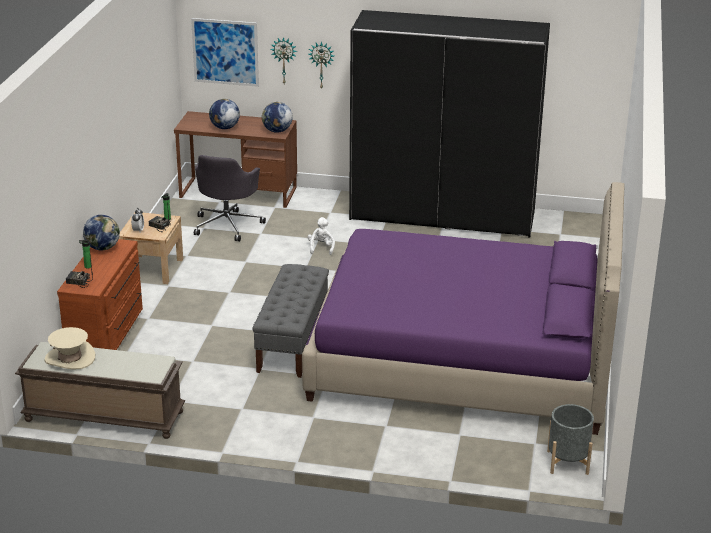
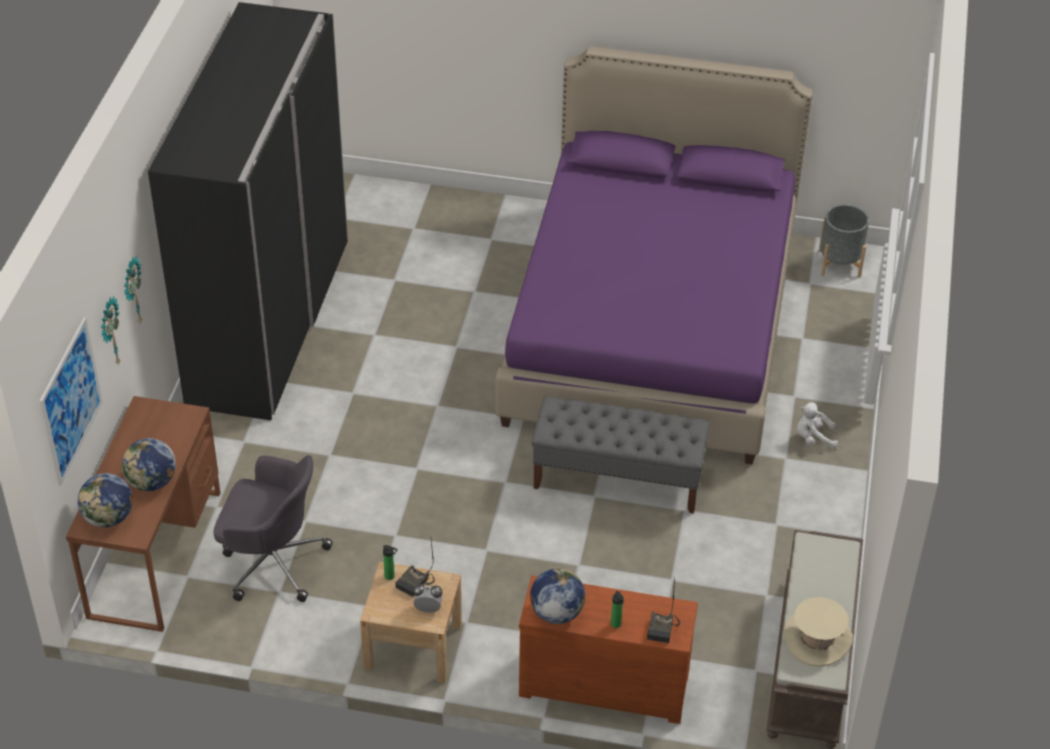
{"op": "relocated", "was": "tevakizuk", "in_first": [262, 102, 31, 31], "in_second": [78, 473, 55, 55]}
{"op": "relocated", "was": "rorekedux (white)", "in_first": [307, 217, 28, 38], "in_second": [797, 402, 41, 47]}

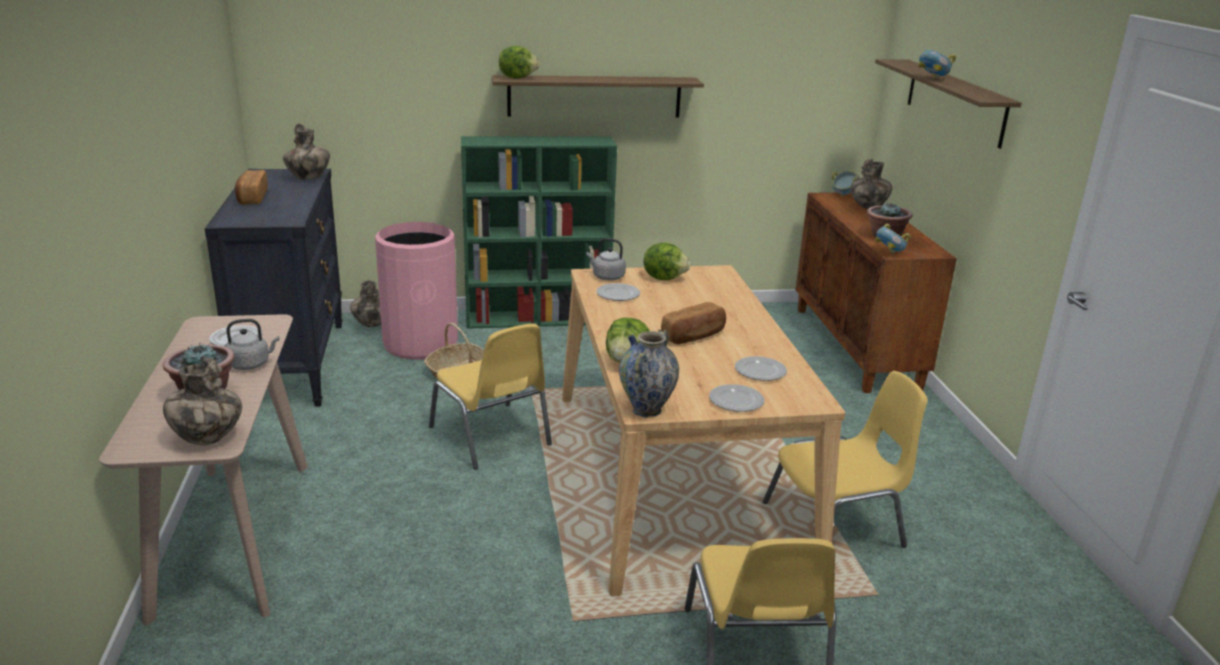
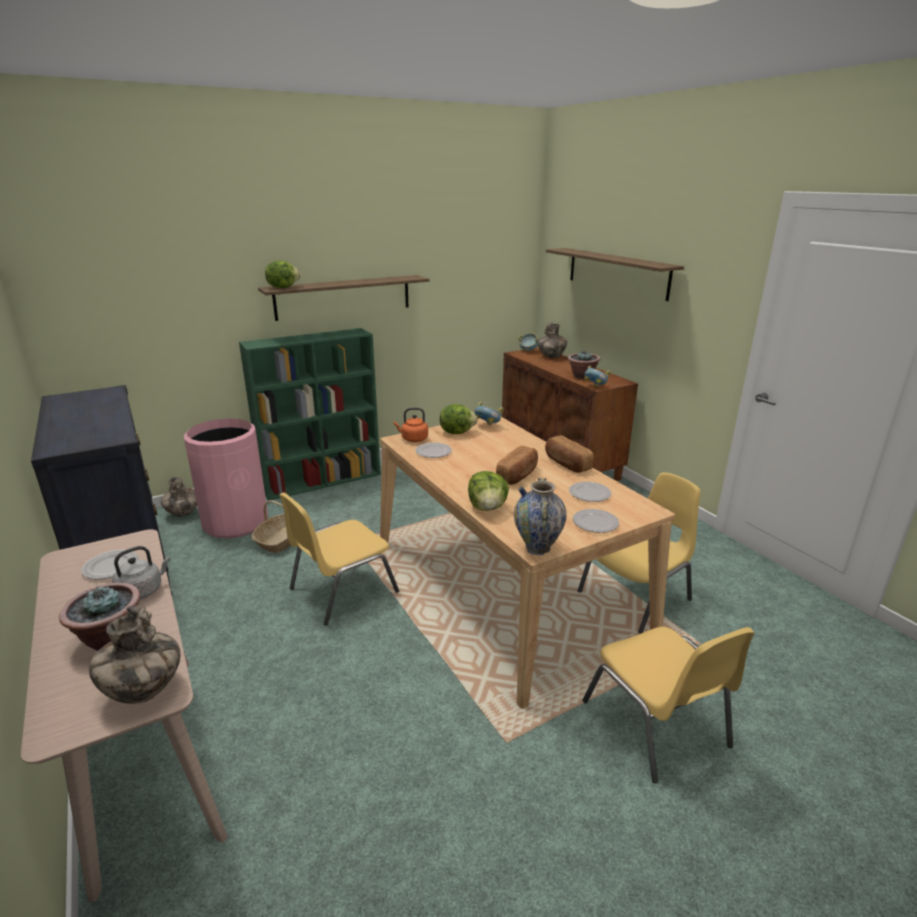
{"op": "spun", "was": "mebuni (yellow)", "in_first": [429, 324, 123, 145], "in_second": [279, 492, 120, 133], "clockwise": 105}
{"op": "colour", "was": "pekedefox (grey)", "now": "pekedefox (orange)", "in_first": [586, 238, 40, 42], "in_second": [394, 408, 34, 34]}
{"op": "relocated", "was": "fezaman", "in_first": [918, 49, 38, 30], "in_second": [475, 402, 28, 23]}
{"op": "relocated", "was": "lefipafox", "in_first": [235, 170, 33, 35], "in_second": [545, 435, 49, 38]}
{"op": "missing", "was": "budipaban", "in_first": [283, 123, 47, 57]}

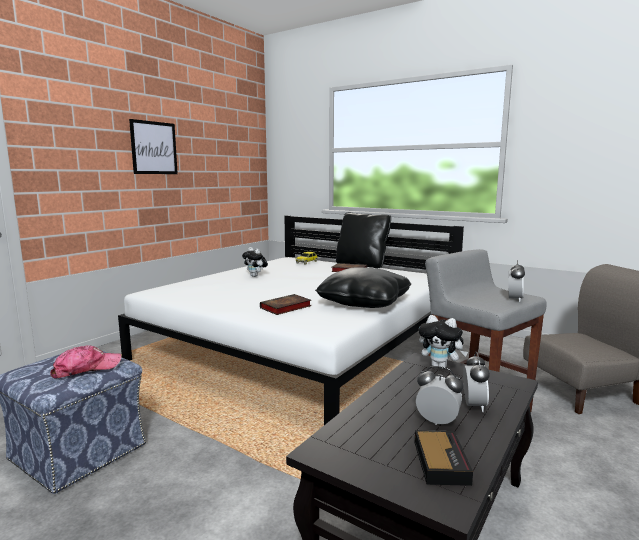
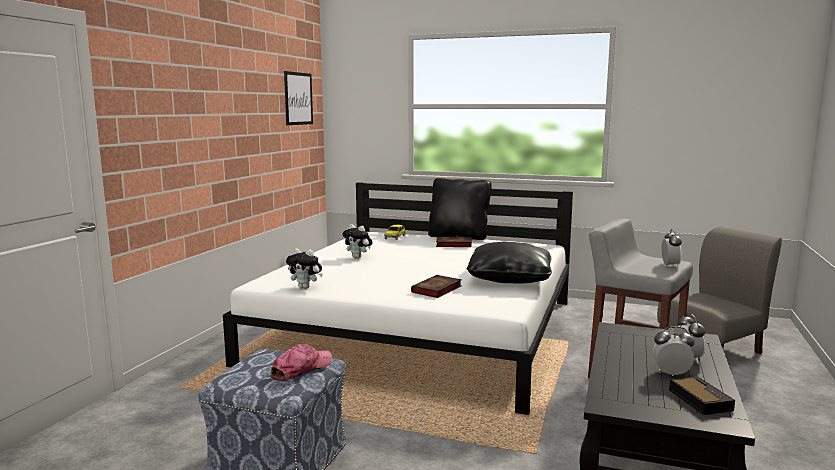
{"op": "relocated", "was": "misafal", "in_first": [129, 119, 49, 55], "in_second": [284, 71, 29, 54]}
{"op": "relocated", "was": "rorekedux", "in_first": [419, 315, 49, 54], "in_second": [286, 248, 37, 41]}

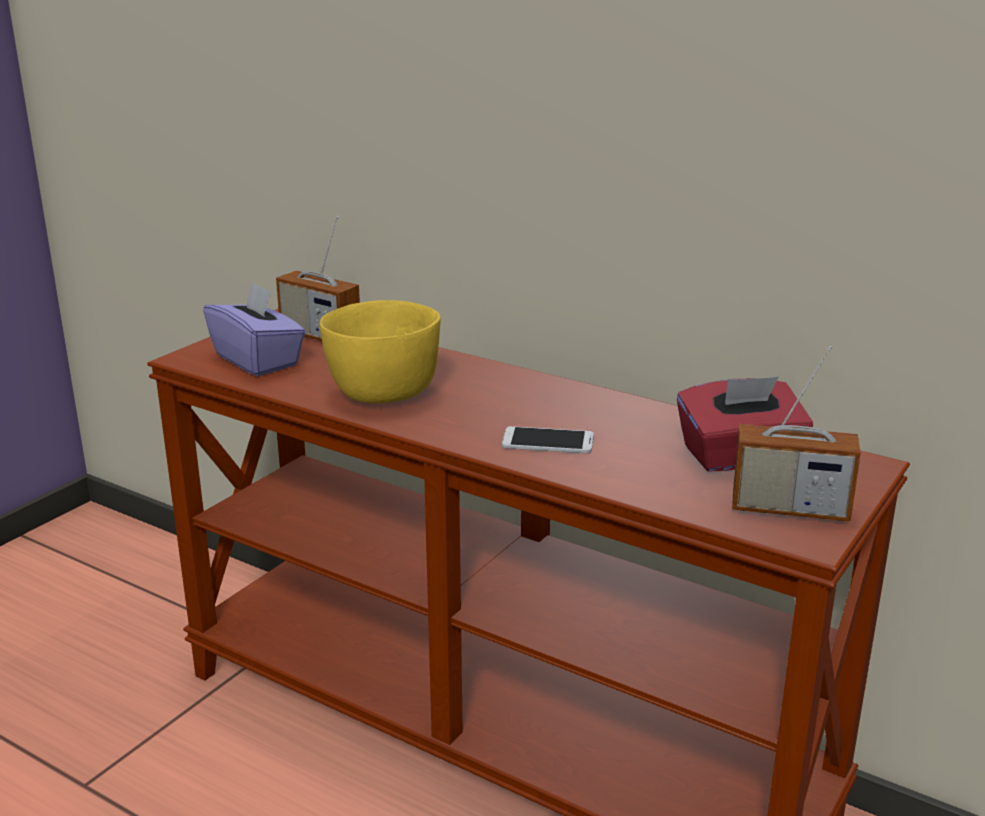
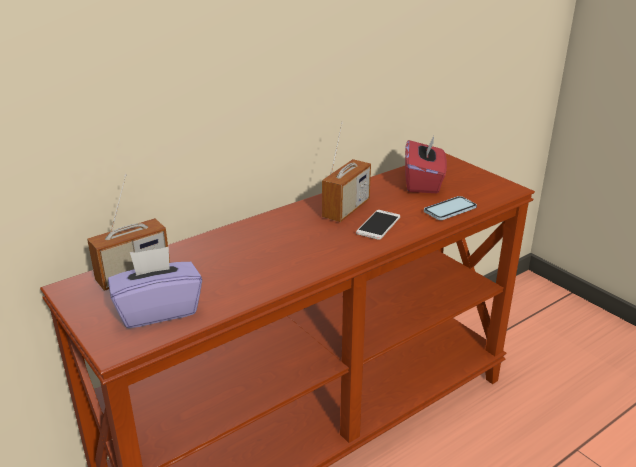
{"op": "relocated", "was": "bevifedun", "in_first": [732, 346, 129, 175], "in_second": [322, 122, 49, 100]}
{"op": "appeared", "now": "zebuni", "in_second": [424, 196, 53, 24]}
{"op": "missing", "was": "fezaman (yellow)", "in_first": [320, 300, 121, 103]}

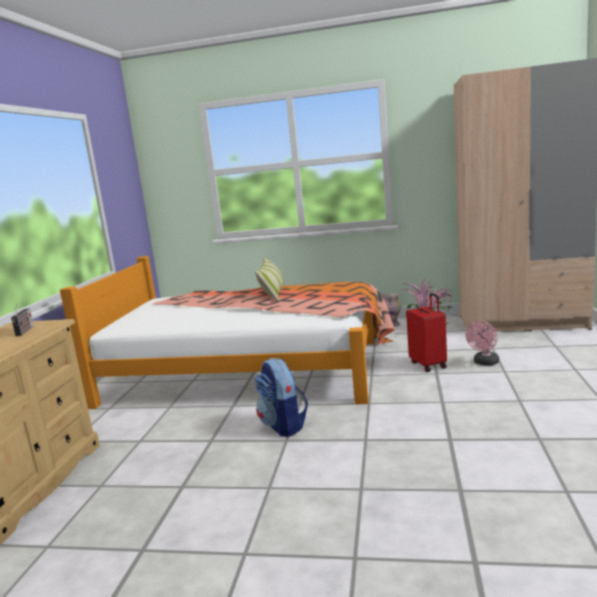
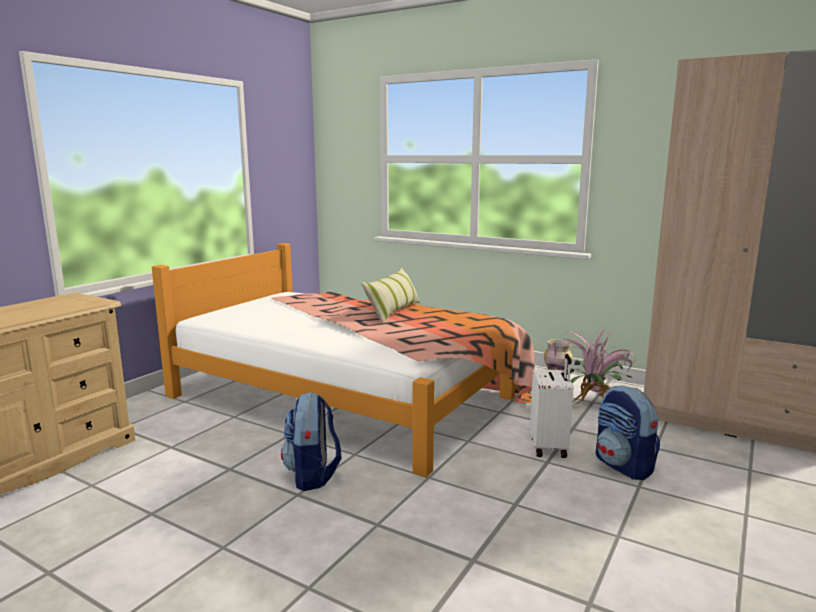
{"op": "colour", "was": "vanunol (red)", "now": "vanunol (white)", "in_first": [406, 293, 41, 79], "in_second": [530, 354, 43, 104]}
{"op": "exchanged", "was": "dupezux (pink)", "now": "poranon", "in_first": [465, 321, 34, 45], "in_second": [596, 385, 64, 95]}
{"op": "missing", "was": "bevifedun", "in_first": [11, 304, 23, 32]}

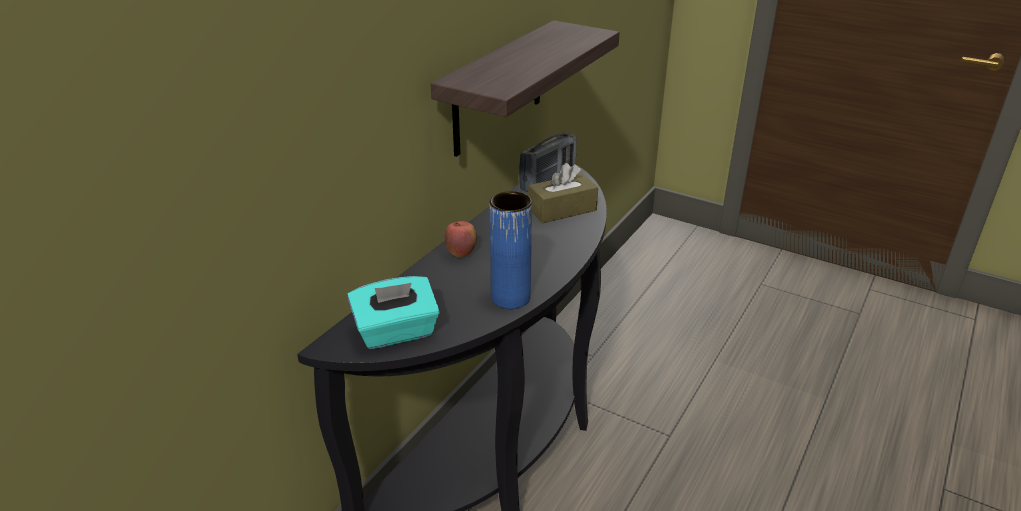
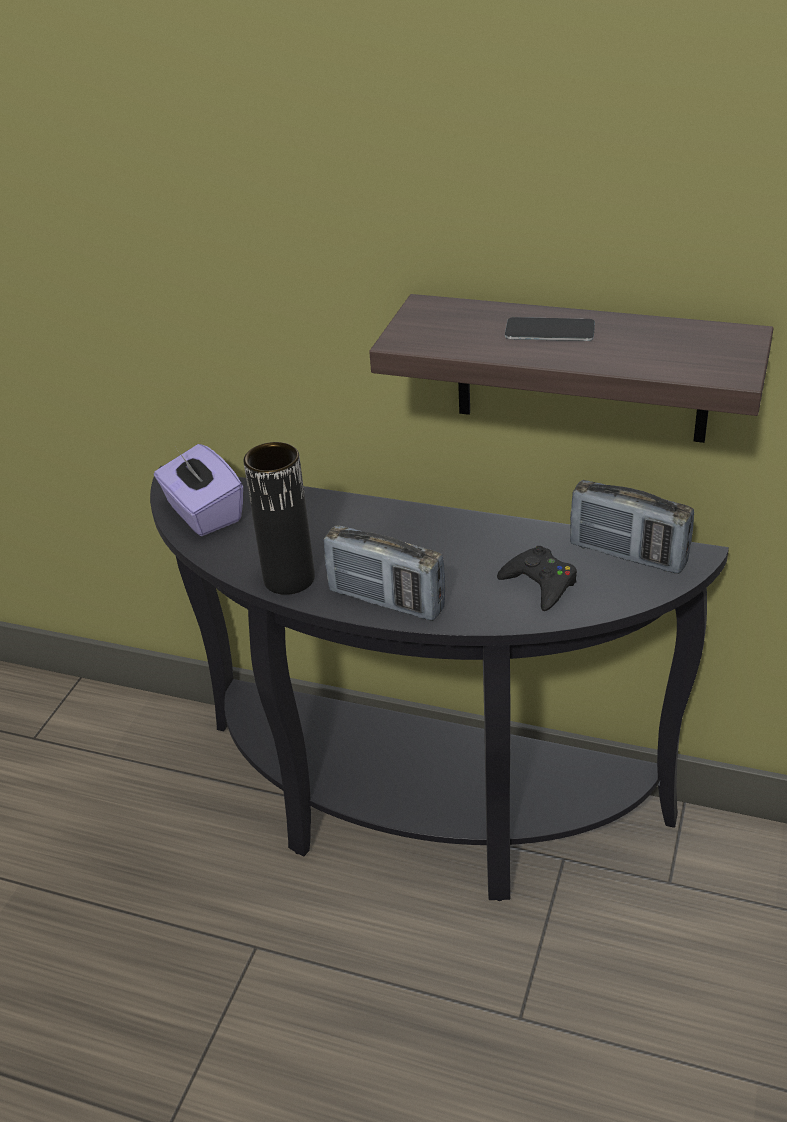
{"op": "colour", "was": "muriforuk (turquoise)", "now": "muriforuk (purple)", "in_first": [347, 276, 93, 73], "in_second": [154, 444, 89, 92]}
{"op": "colour", "was": "budipaban (blue)", "now": "budipaban (black)", "in_first": [490, 191, 42, 118], "in_second": [243, 442, 72, 153]}
{"op": "appeared", "now": "bevifedun", "in_second": [324, 525, 121, 96]}
{"op": "exchanged", "was": "muriforuk (brown)", "now": "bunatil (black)", "in_first": [528, 163, 70, 60], "in_second": [497, 546, 80, 65]}
{"op": "appeared", "now": "zebuni", "in_second": [505, 317, 90, 24]}
{"op": "missing", "was": "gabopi", "in_first": [444, 221, 33, 36]}

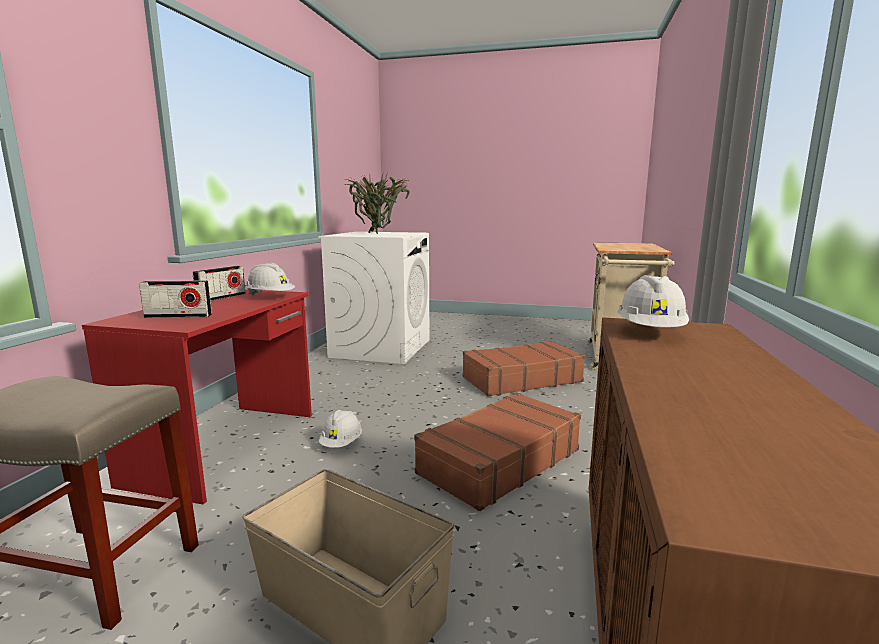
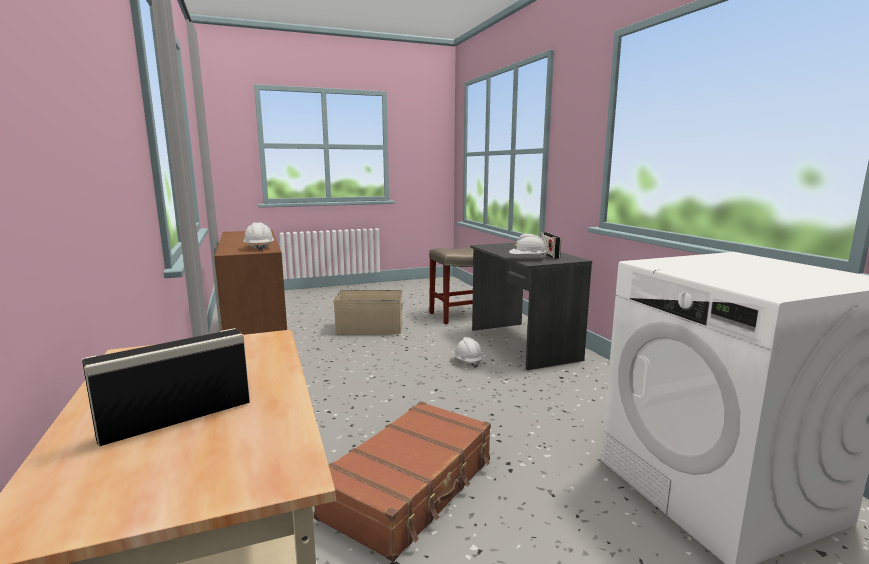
{"op": "relocated", "was": "bevifedun", "in_first": [139, 280, 73, 38], "in_second": [82, 328, 168, 118]}
{"op": "colour", "was": "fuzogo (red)", "now": "fuzogo (grey)", "in_first": [82, 289, 230, 215], "in_second": [470, 242, 122, 128]}
{"op": "missing", "was": "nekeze", "in_first": [345, 171, 65, 63]}
{"op": "missing", "was": "vanunol (brown)", "in_first": [414, 392, 167, 119]}

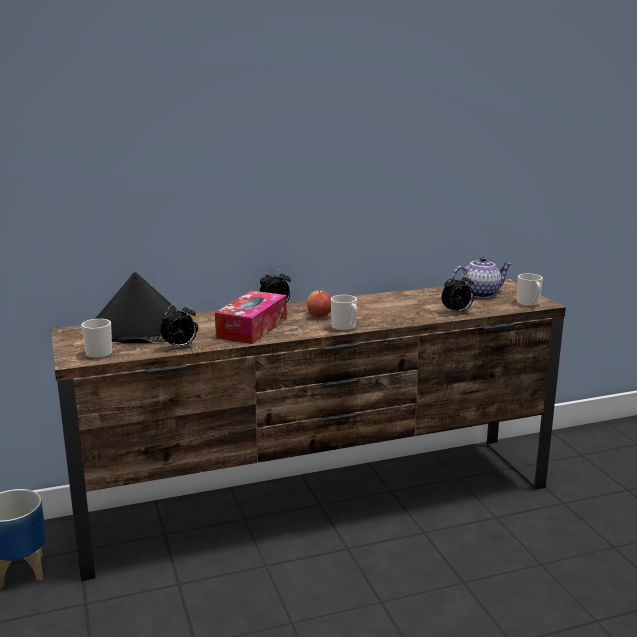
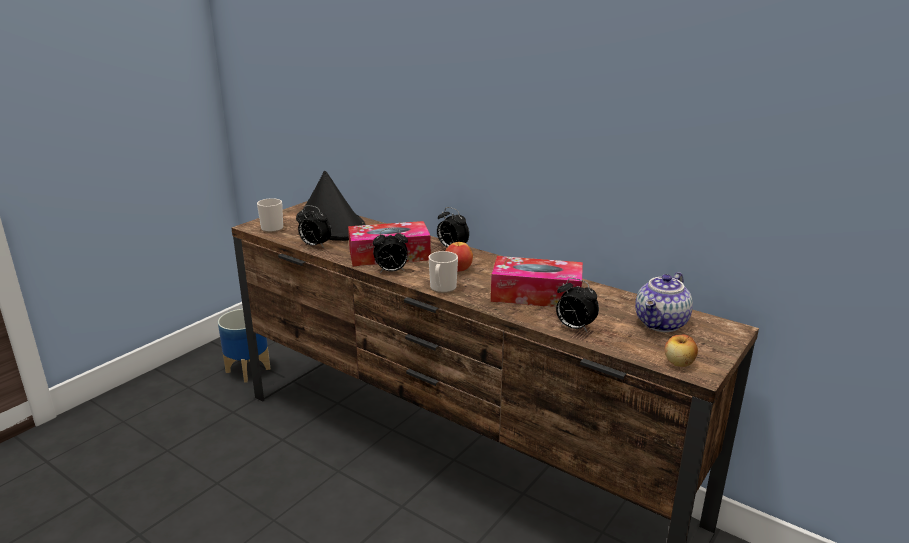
{"op": "appeared", "now": "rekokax", "in_second": [373, 228, 35, 45]}
{"op": "appeared", "now": "muriforuk", "in_second": [491, 256, 92, 51]}
{"op": "spun", "was": "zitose", "in_first": [452, 256, 60, 42], "in_second": [635, 272, 58, 60], "clockwise": 90}
{"op": "exchanged", "was": "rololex", "now": "gabopi", "in_first": [517, 274, 26, 33], "in_second": [665, 335, 33, 32]}

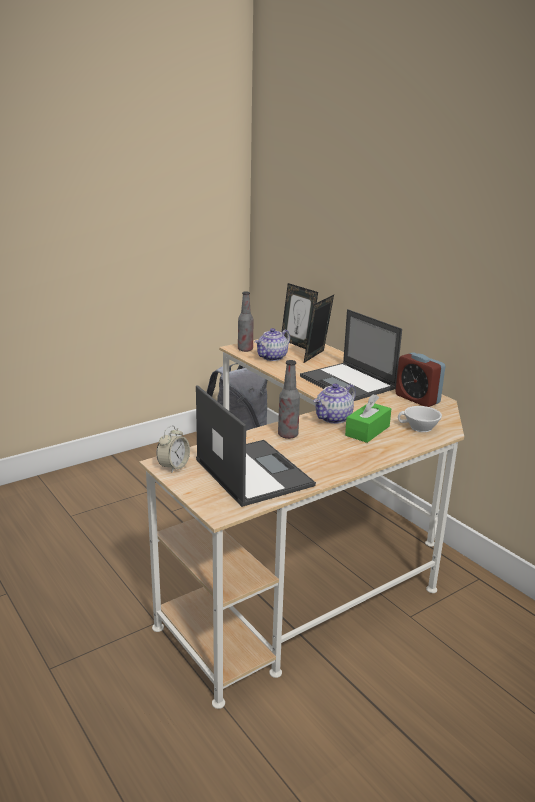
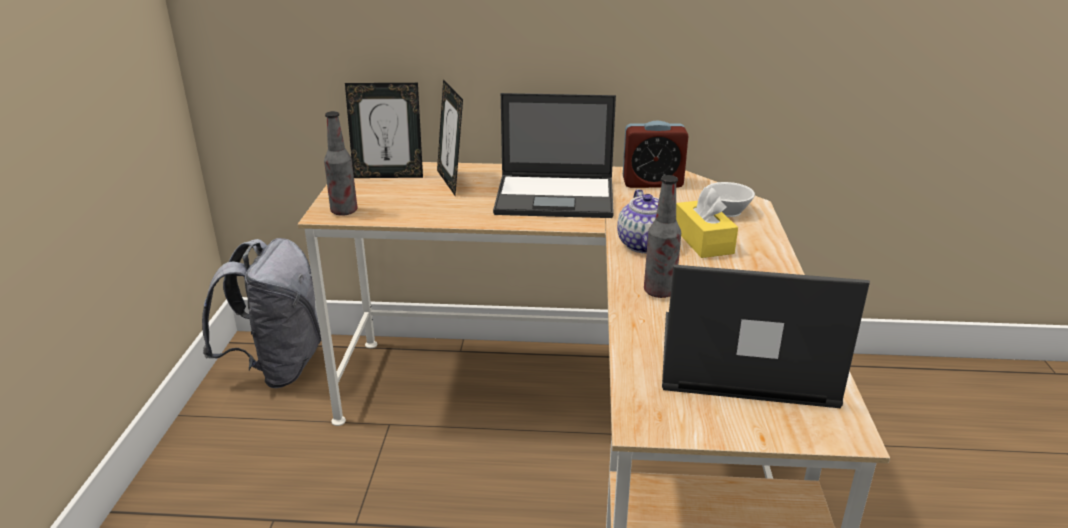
{"op": "colour", "was": "muriforuk (green)", "now": "muriforuk (yellow)", "in_first": [345, 394, 46, 49], "in_second": [676, 187, 62, 71]}
{"op": "missing", "was": "rekokax", "in_first": [156, 425, 34, 47]}
{"op": "missing", "was": "zitose", "in_first": [255, 328, 35, 33]}

